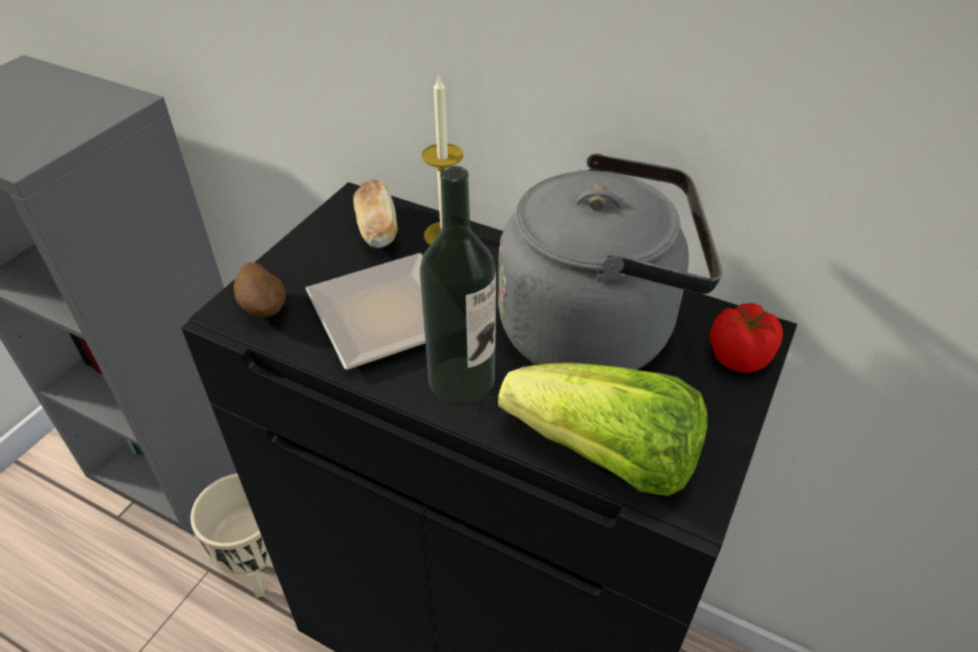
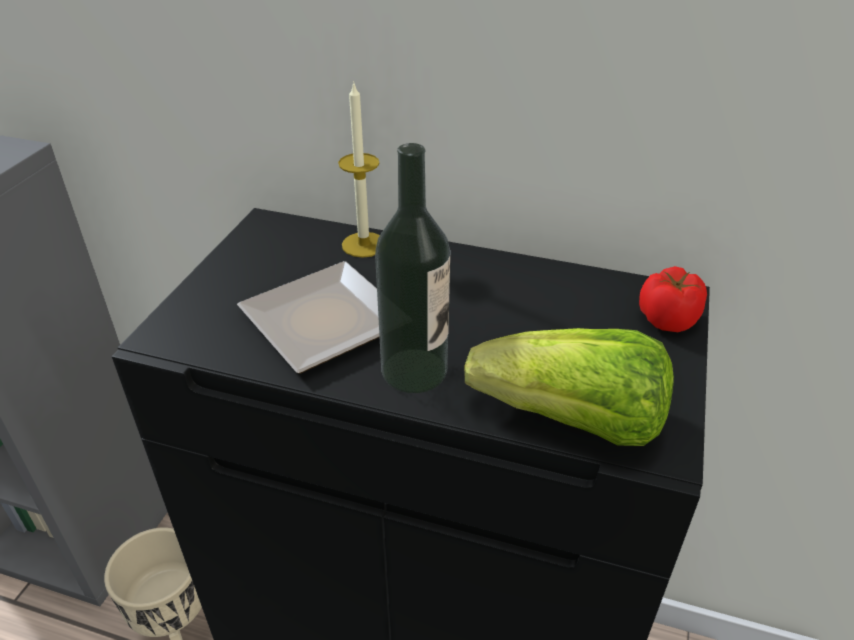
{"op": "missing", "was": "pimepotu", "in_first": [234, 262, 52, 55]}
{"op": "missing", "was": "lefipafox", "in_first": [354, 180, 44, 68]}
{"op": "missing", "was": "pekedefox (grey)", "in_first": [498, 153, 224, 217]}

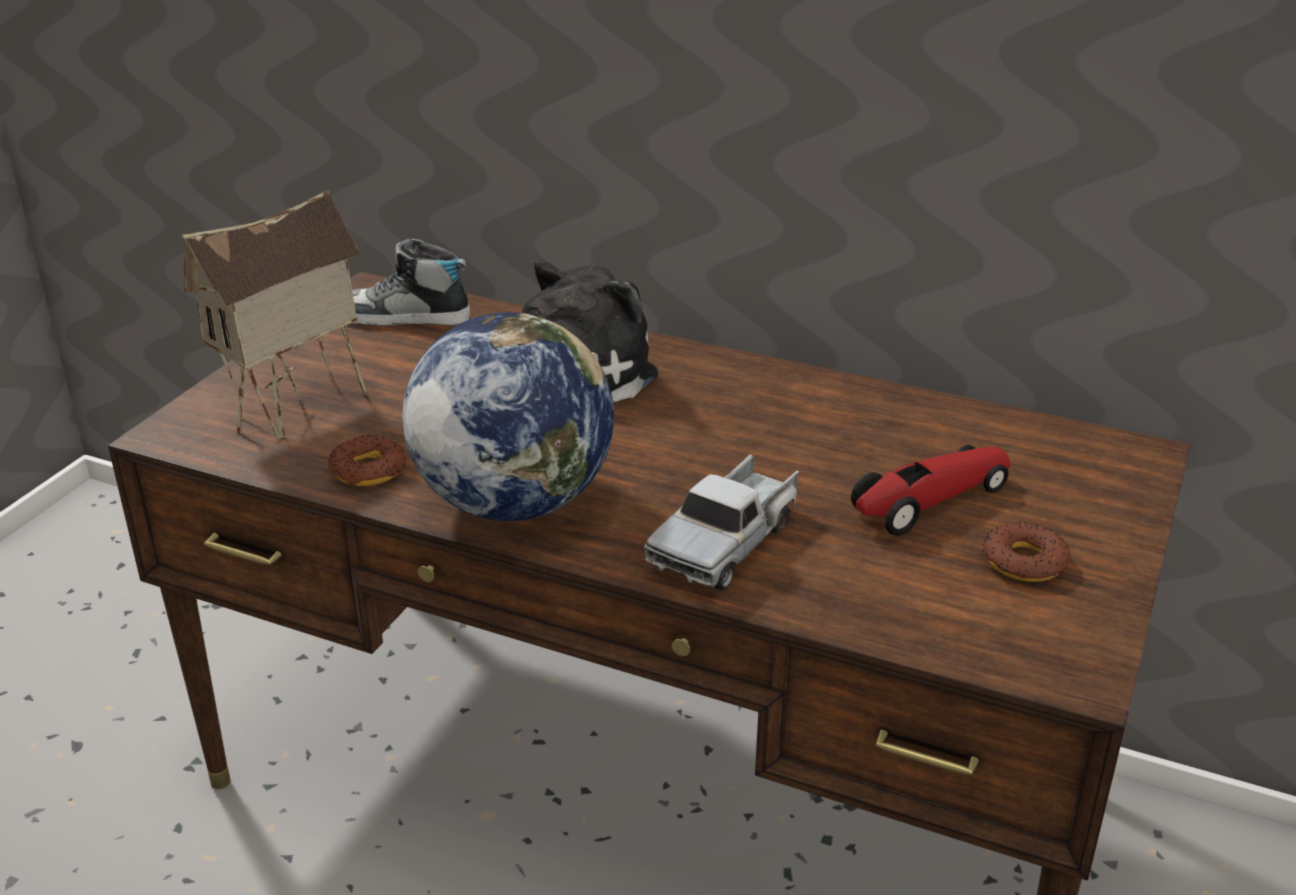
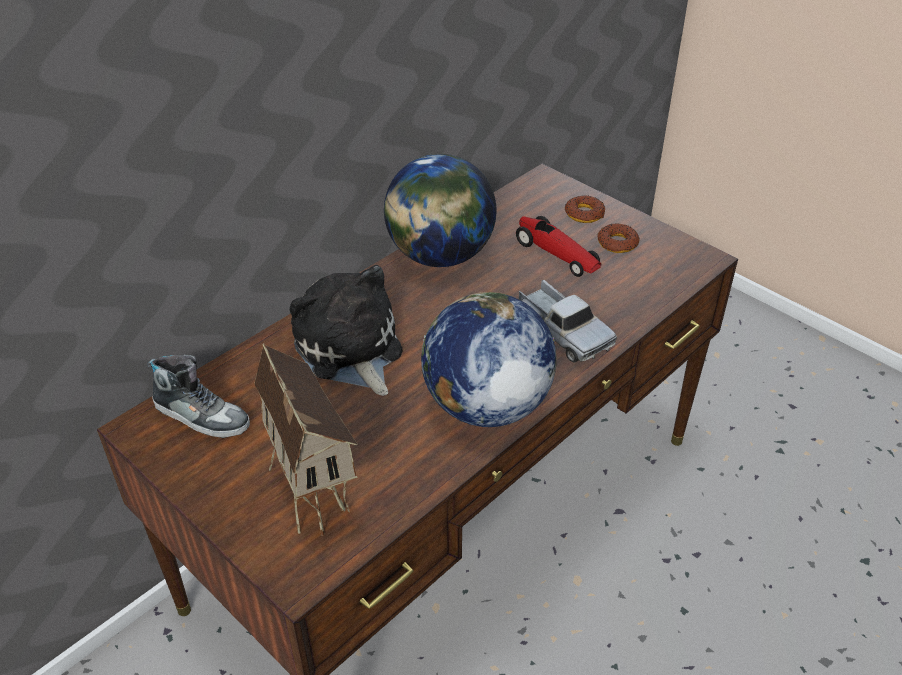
{"op": "spun", "was": "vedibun", "in_first": [352, 239, 118, 87], "in_second": [147, 354, 103, 84], "clockwise": -90}
{"op": "appeared", "now": "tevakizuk", "in_second": [384, 154, 112, 113]}
{"op": "spun", "was": "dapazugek", "in_first": [851, 445, 160, 91], "in_second": [516, 216, 86, 61], "clockwise": 150}
{"op": "relocated", "was": "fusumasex", "in_first": [328, 435, 78, 51], "in_second": [565, 195, 40, 28]}

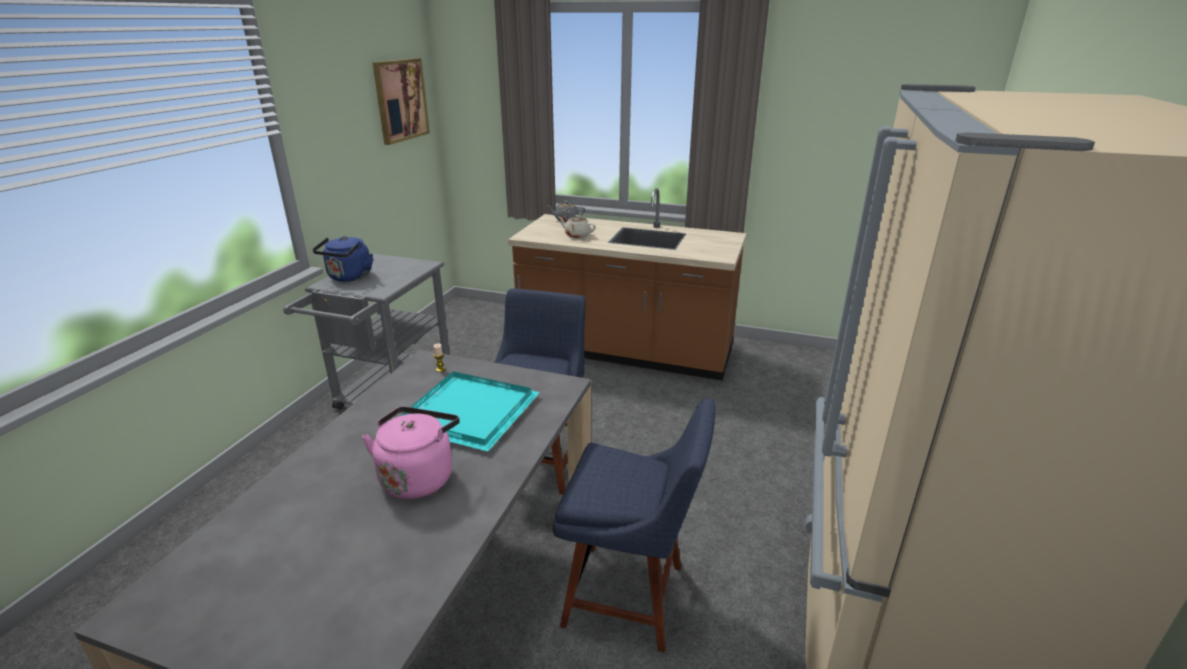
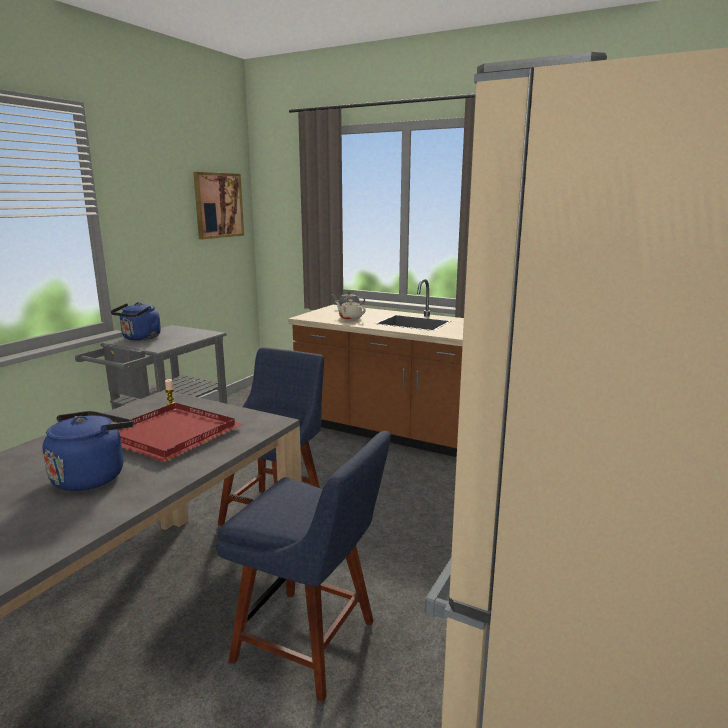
{"op": "colour", "was": "pekedefox (pink)", "now": "pekedefox (blue)", "in_first": [362, 407, 97, 92], "in_second": [42, 411, 91, 80]}
{"op": "colour", "was": "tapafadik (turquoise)", "now": "tapafadik (red)", "in_first": [401, 371, 139, 81], "in_second": [118, 403, 125, 59]}

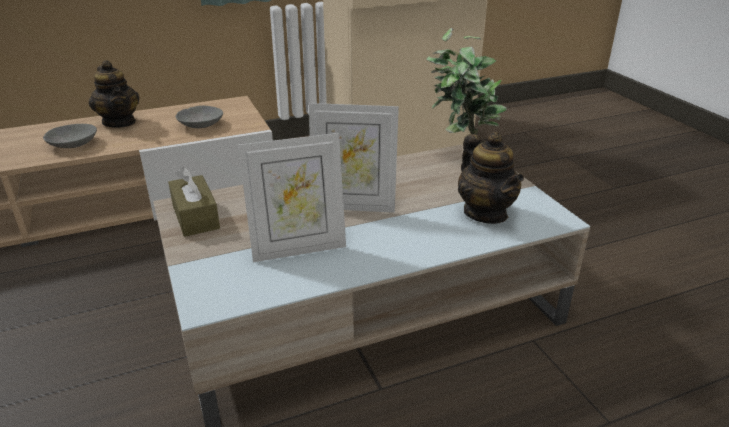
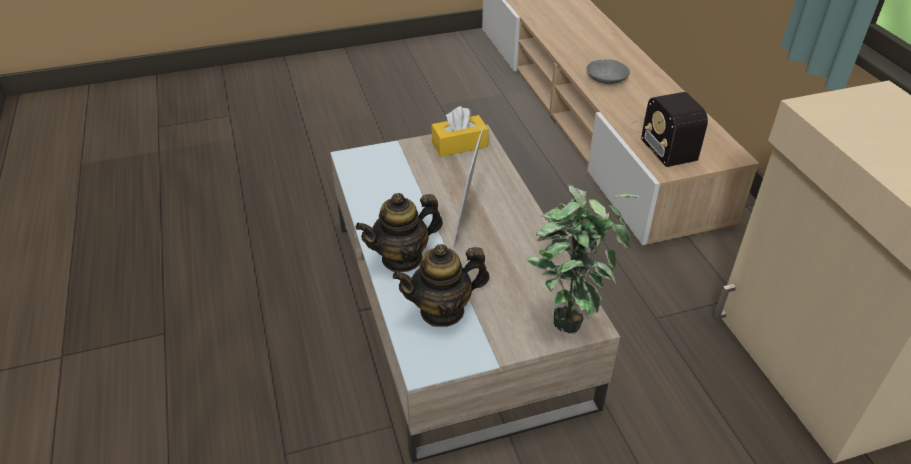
{"op": "relocated", "was": "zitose", "in_first": [89, 60, 50, 68], "in_second": [355, 193, 88, 79]}
{"op": "colour", "was": "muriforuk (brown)", "now": "muriforuk (yellow)", "in_first": [168, 167, 52, 70], "in_second": [431, 106, 57, 51]}
{"op": "exchanged", "was": "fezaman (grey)", "now": "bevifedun", "in_first": [176, 106, 47, 22], "in_second": [629, 92, 79, 75]}
{"op": "missing", "was": "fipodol", "in_first": [238, 133, 108, 129]}

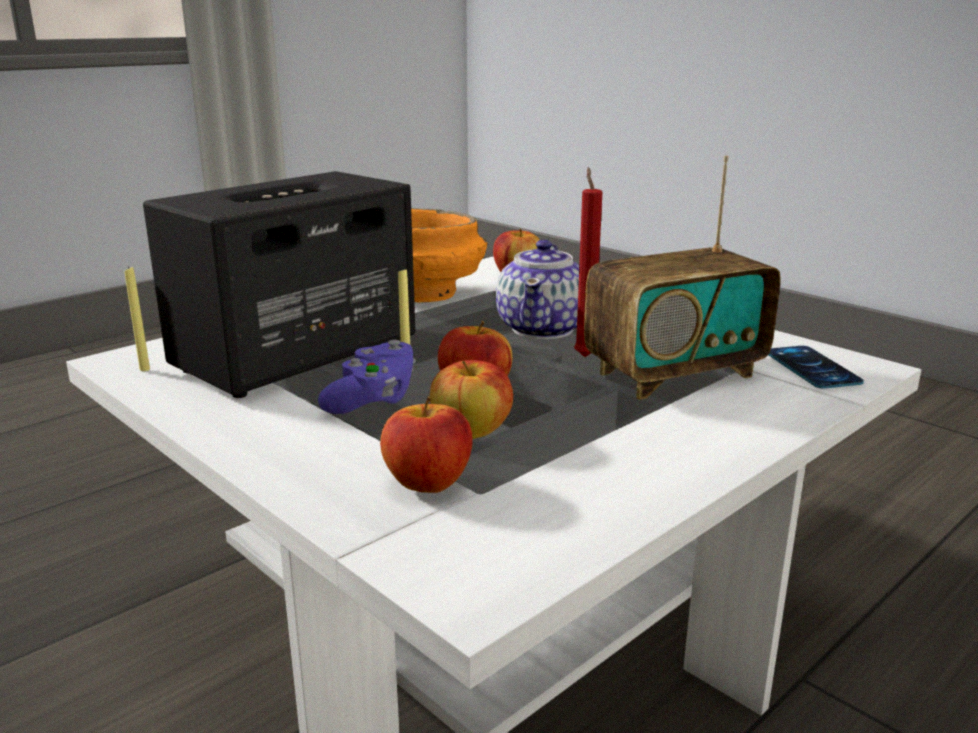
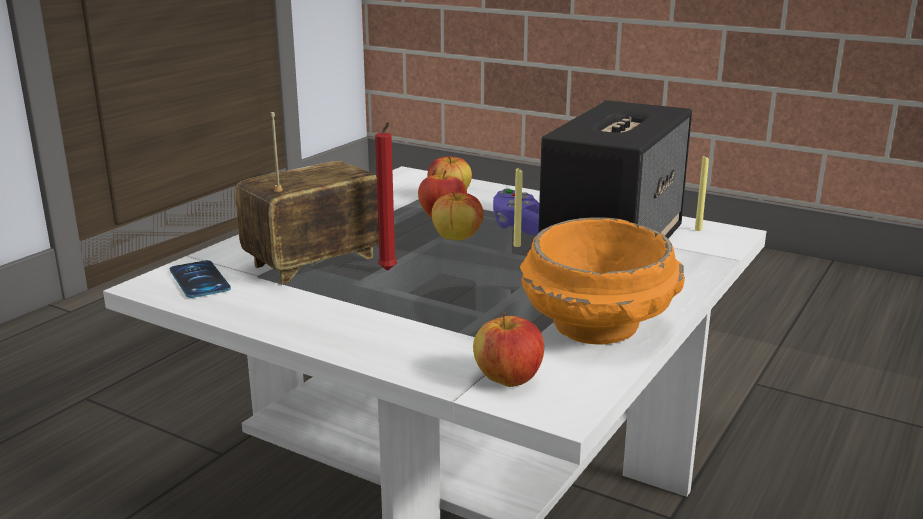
{"op": "missing", "was": "zitose", "in_first": [496, 239, 83, 100]}

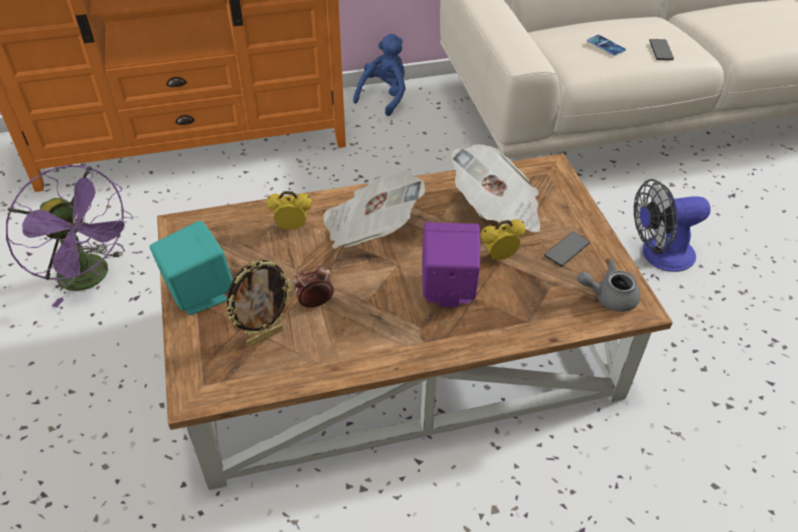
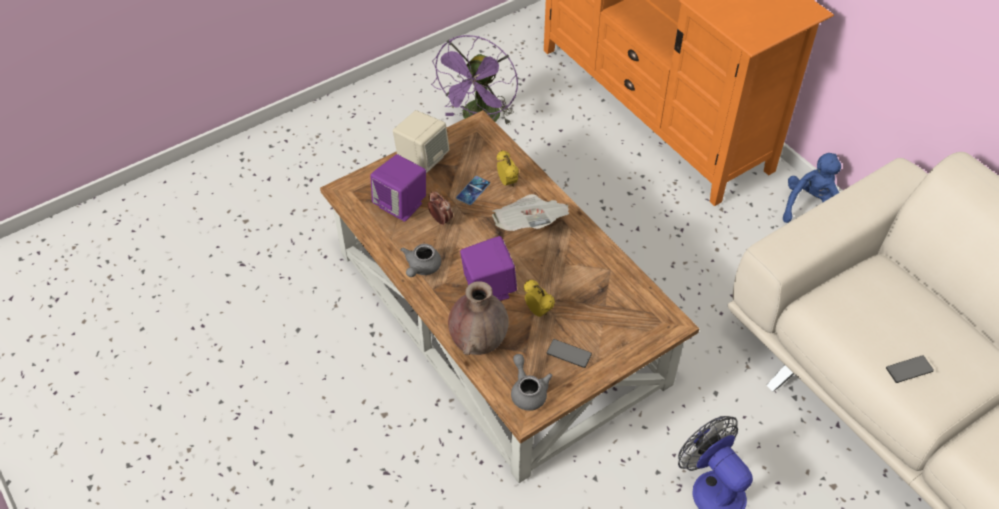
{"op": "exchanged", "was": "fipodol", "now": "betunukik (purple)", "in_first": [225, 260, 69, 87], "in_second": [370, 154, 56, 68]}
{"op": "colour", "was": "betunukik (turquoise)", "now": "betunukik (beige)", "in_first": [150, 221, 83, 94], "in_second": [393, 110, 56, 63]}
{"op": "appeared", "now": "zitose (grey)", "in_second": [400, 244, 41, 33]}
{"op": "appeared", "now": "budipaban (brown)", "in_second": [448, 281, 61, 74]}
{"op": "relocated", "was": "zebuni", "in_first": [587, 35, 39, 21], "in_second": [456, 176, 34, 29]}
{"op": "spun", "was": "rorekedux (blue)", "in_first": [353, 34, 53, 82], "in_second": [783, 153, 58, 70], "clockwise": -75}
{"op": "missing", "was": "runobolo", "in_first": [451, 144, 89, 88]}

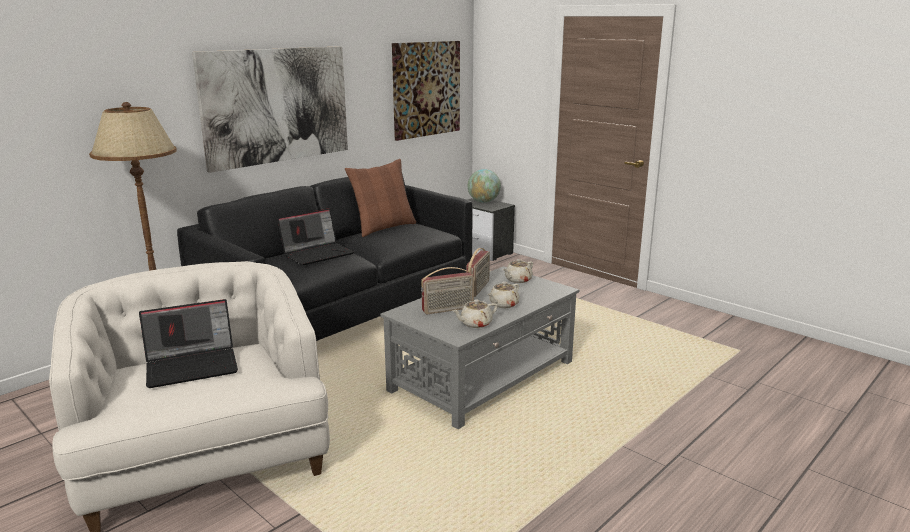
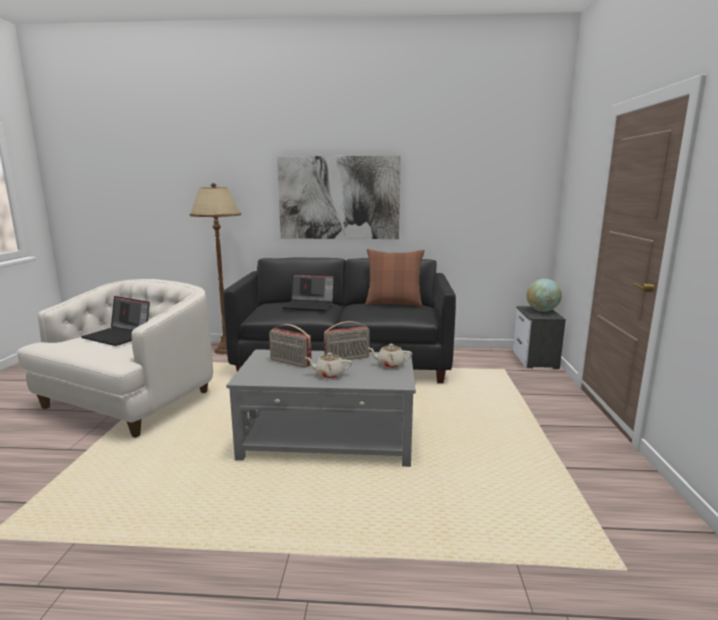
{"op": "missing", "was": "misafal", "in_first": [392, 41, 68, 100]}
{"op": "missing", "was": "zitose (beige)", "in_first": [452, 300, 46, 28]}

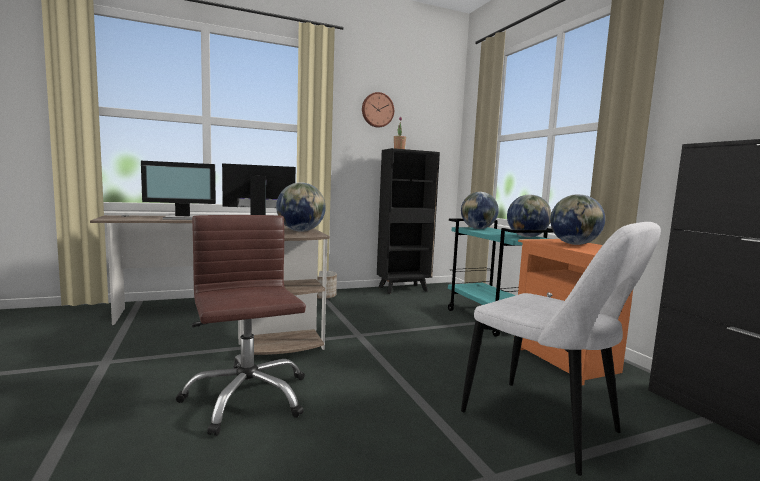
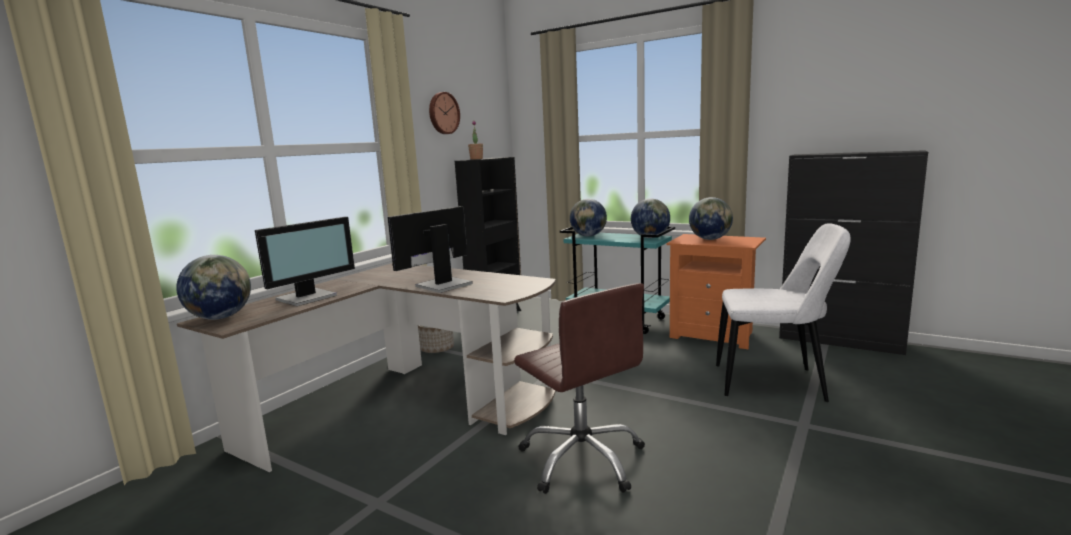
{"op": "relocated", "was": "tevakizuk", "in_first": [276, 182, 50, 50], "in_second": [176, 255, 75, 65]}
{"op": "spun", "was": "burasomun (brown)", "in_first": [175, 215, 131, 221], "in_second": [514, 283, 131, 211], "clockwise": -150}

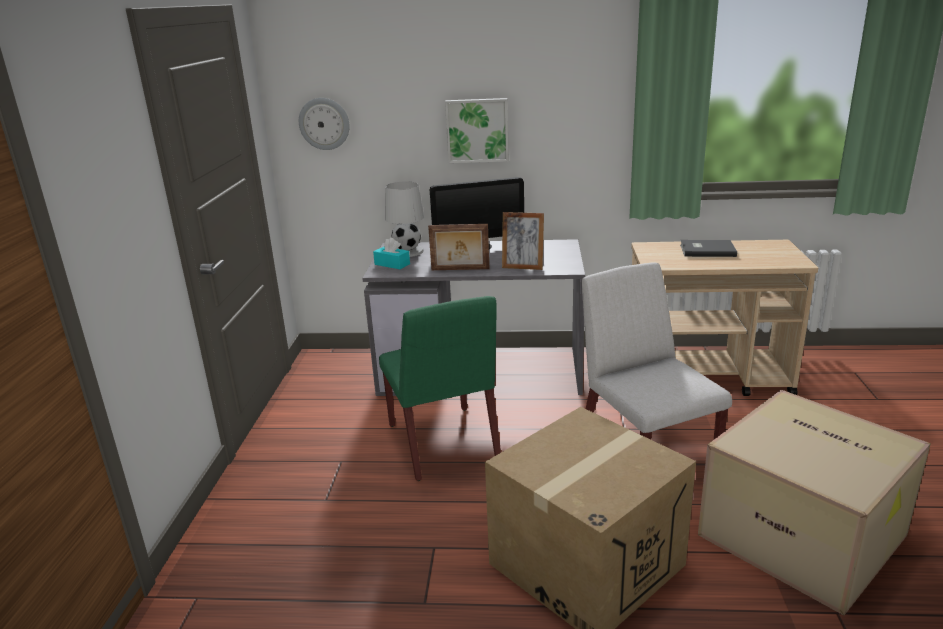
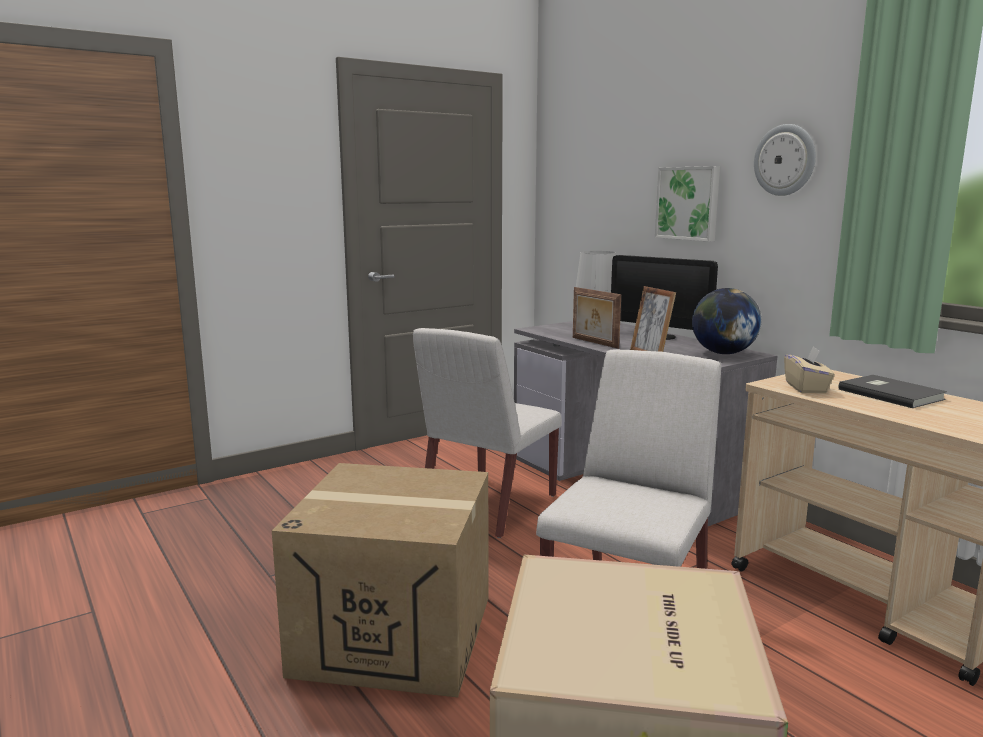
{"op": "colour", "was": "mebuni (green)", "now": "mebuni (white)", "in_first": [379, 296, 122, 185], "in_second": [413, 328, 149, 210]}
{"op": "appeared", "now": "tevakizuk", "in_second": [692, 288, 69, 66]}
{"op": "relocated", "was": "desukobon", "in_first": [299, 98, 51, 52], "in_second": [754, 124, 62, 72]}
{"op": "appeared", "now": "muriforuk (beige)", "in_second": [784, 346, 51, 47]}
{"op": "missing", "was": "muriforuk (turquoise)", "in_first": [373, 238, 37, 31]}

